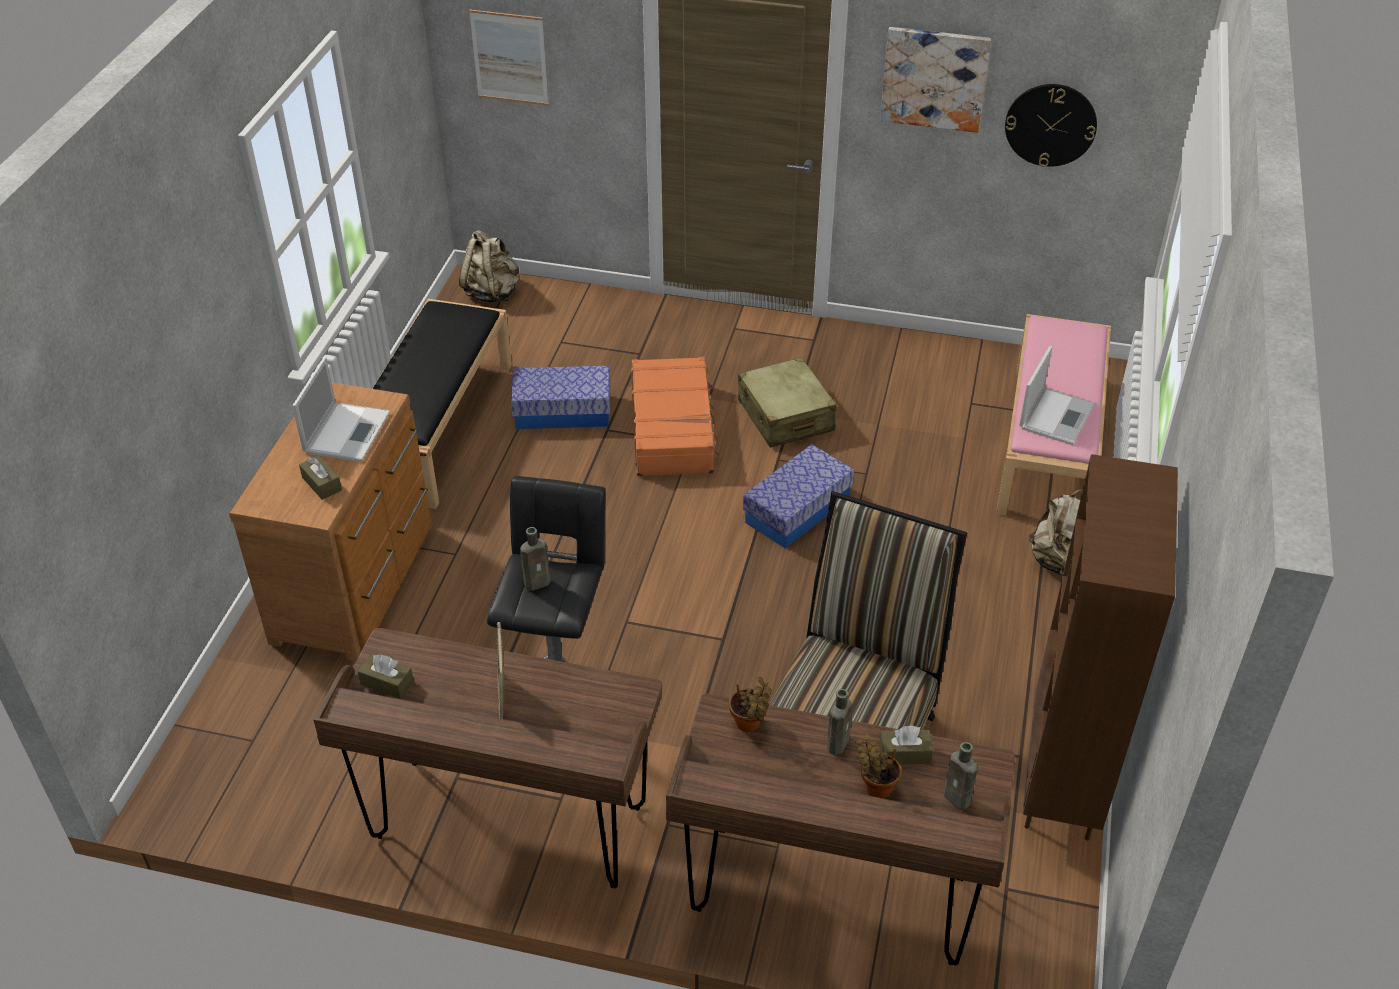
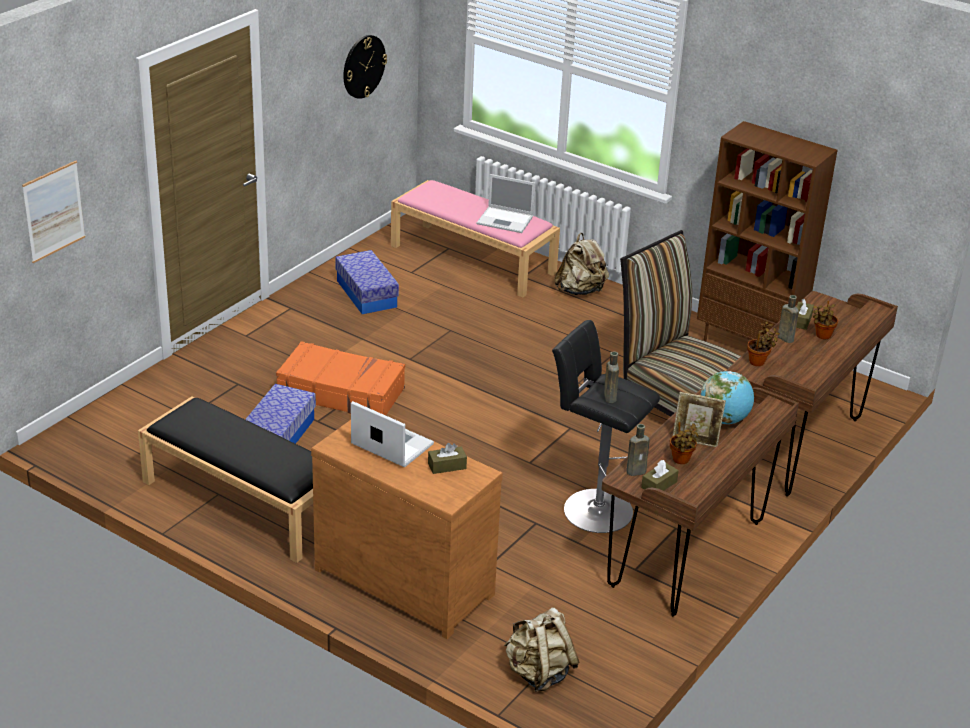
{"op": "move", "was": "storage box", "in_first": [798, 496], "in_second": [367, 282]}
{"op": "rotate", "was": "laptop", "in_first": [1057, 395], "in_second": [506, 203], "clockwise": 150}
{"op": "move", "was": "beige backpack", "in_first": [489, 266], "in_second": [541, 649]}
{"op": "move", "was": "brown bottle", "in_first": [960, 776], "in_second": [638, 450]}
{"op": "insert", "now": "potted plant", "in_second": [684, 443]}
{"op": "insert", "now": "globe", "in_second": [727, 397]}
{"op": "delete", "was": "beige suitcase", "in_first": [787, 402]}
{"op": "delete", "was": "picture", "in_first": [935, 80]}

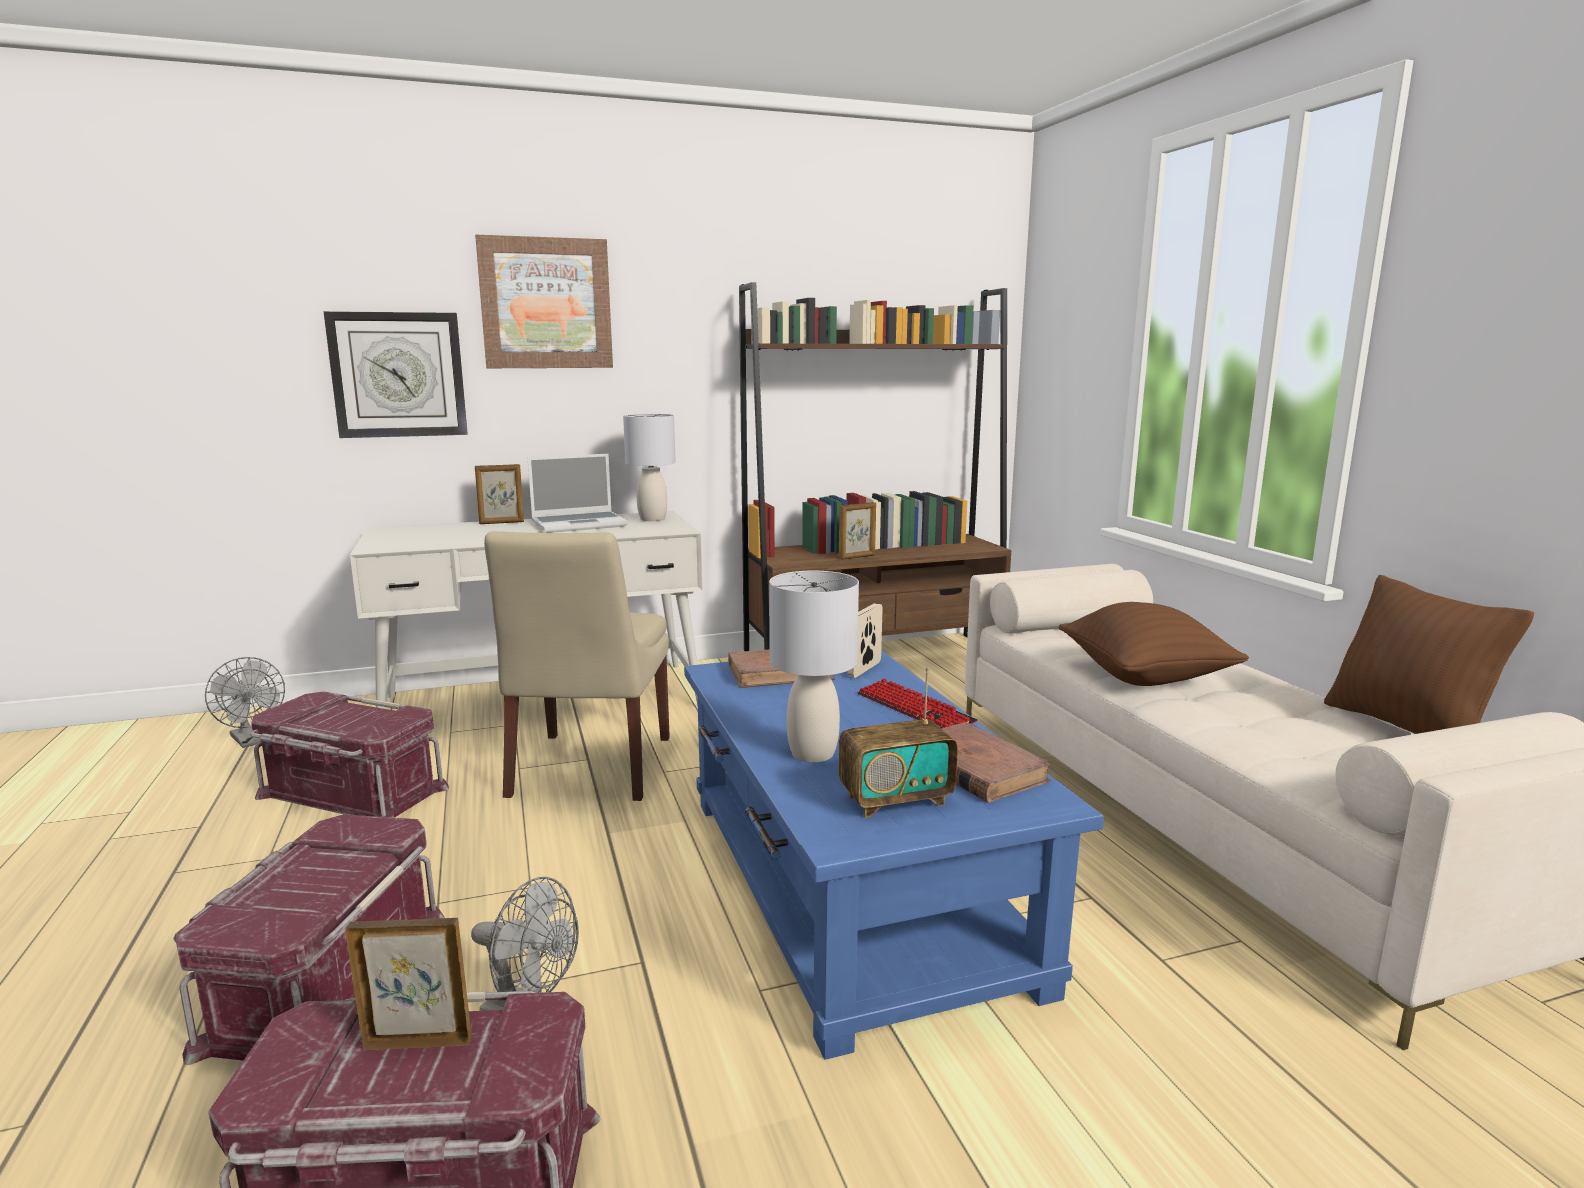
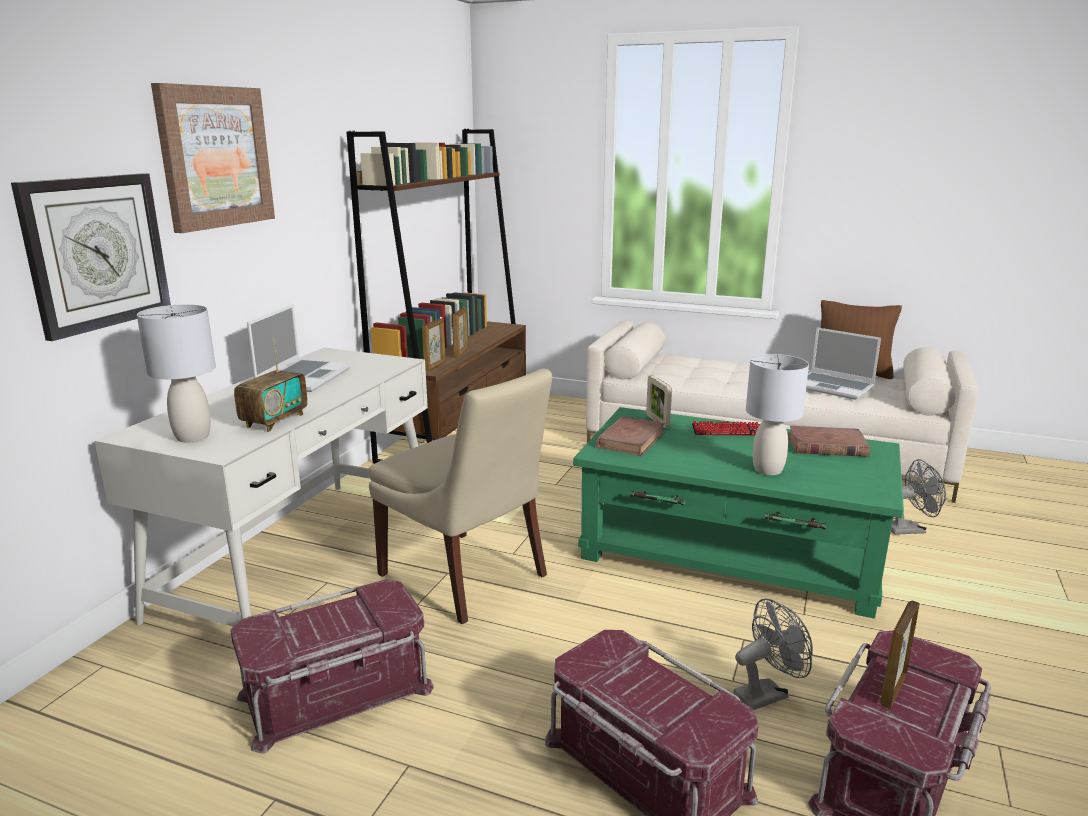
{"op": "move", "was": "grey table lamp", "in_first": [649, 467], "in_second": [176, 373]}
{"op": "move", "was": "radio", "in_first": [898, 742], "in_second": [271, 384]}
{"op": "move", "was": "picture frame", "in_first": [499, 494], "in_second": [434, 345]}
{"op": "recolor", "was": "blue coffee table", "now": "green coffee table", "in_first": [894, 855], "in_second": [738, 513]}
{"op": "insert", "now": "laptop", "in_second": [843, 364]}
{"op": "move", "was": "grey fan", "in_first": [245, 702], "in_second": [918, 497]}
{"op": "delete", "was": "brown pillow", "in_first": [1154, 644]}

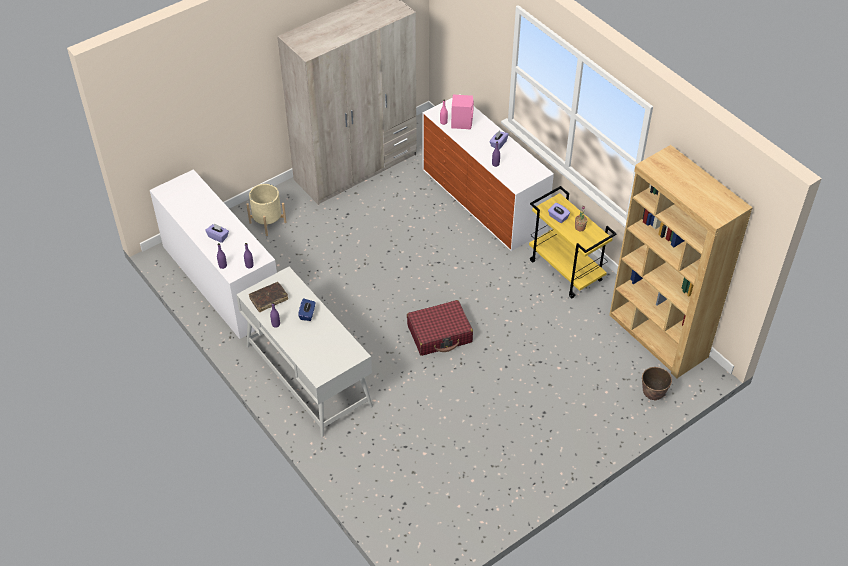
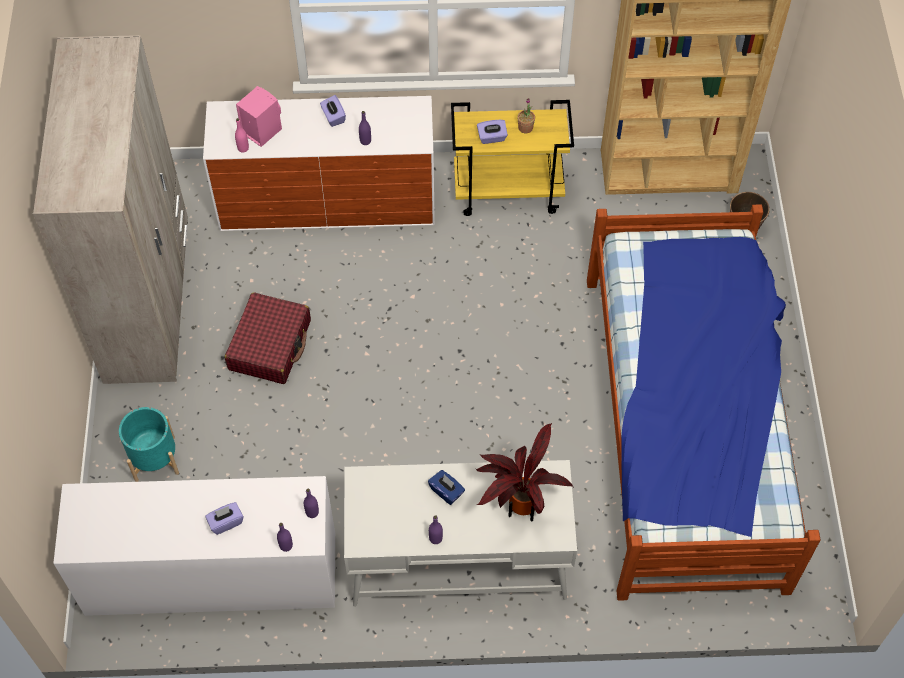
{"op": "recolor", "was": "beige planter", "now": "turquoise planter", "in_first": [266, 210], "in_second": [149, 444]}
{"op": "move", "was": "red suitcase", "in_first": [440, 328], "in_second": [268, 338]}
{"op": "insert", "now": "potted plant", "in_second": [524, 472]}
{"op": "insert", "now": "bed", "in_second": [703, 402]}
{"op": "delete", "was": "brown book", "in_first": [268, 297]}

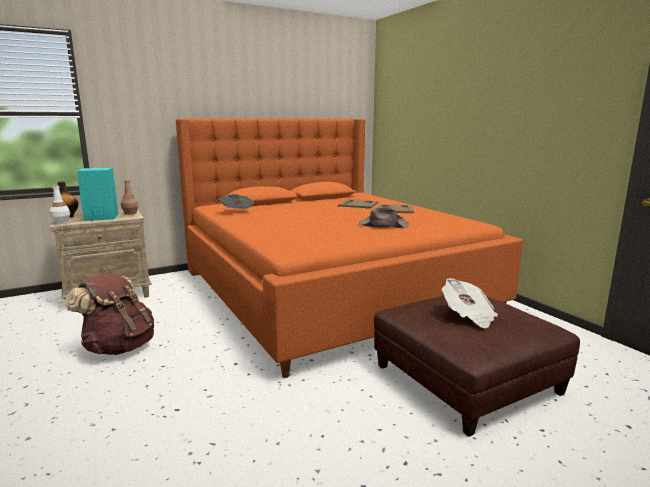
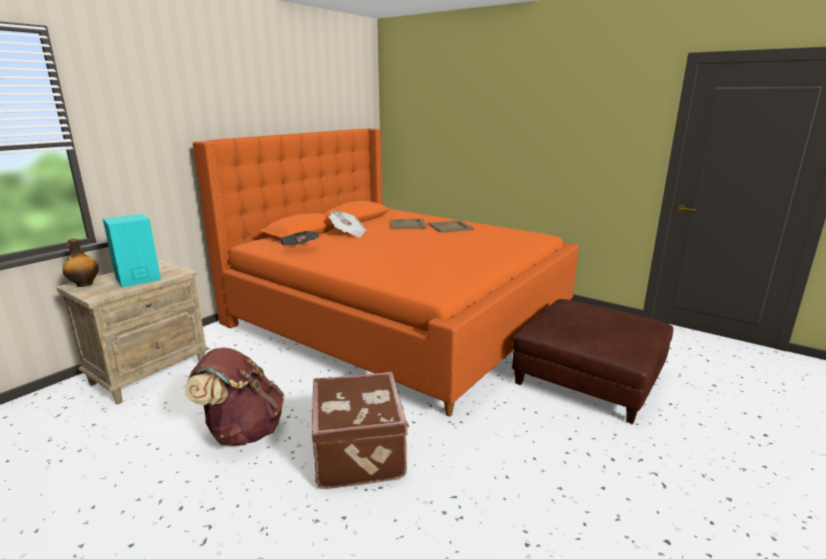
{"op": "insert", "now": "brown suitcase", "in_second": [360, 430]}
{"op": "move", "was": "newspaper", "in_first": [470, 303], "in_second": [348, 224]}
{"op": "delete", "was": "white bottle", "in_first": [60, 204]}
{"op": "delete", "was": "brown bottle", "in_first": [130, 197]}
{"op": "delete", "was": "brown hat", "in_first": [384, 217]}

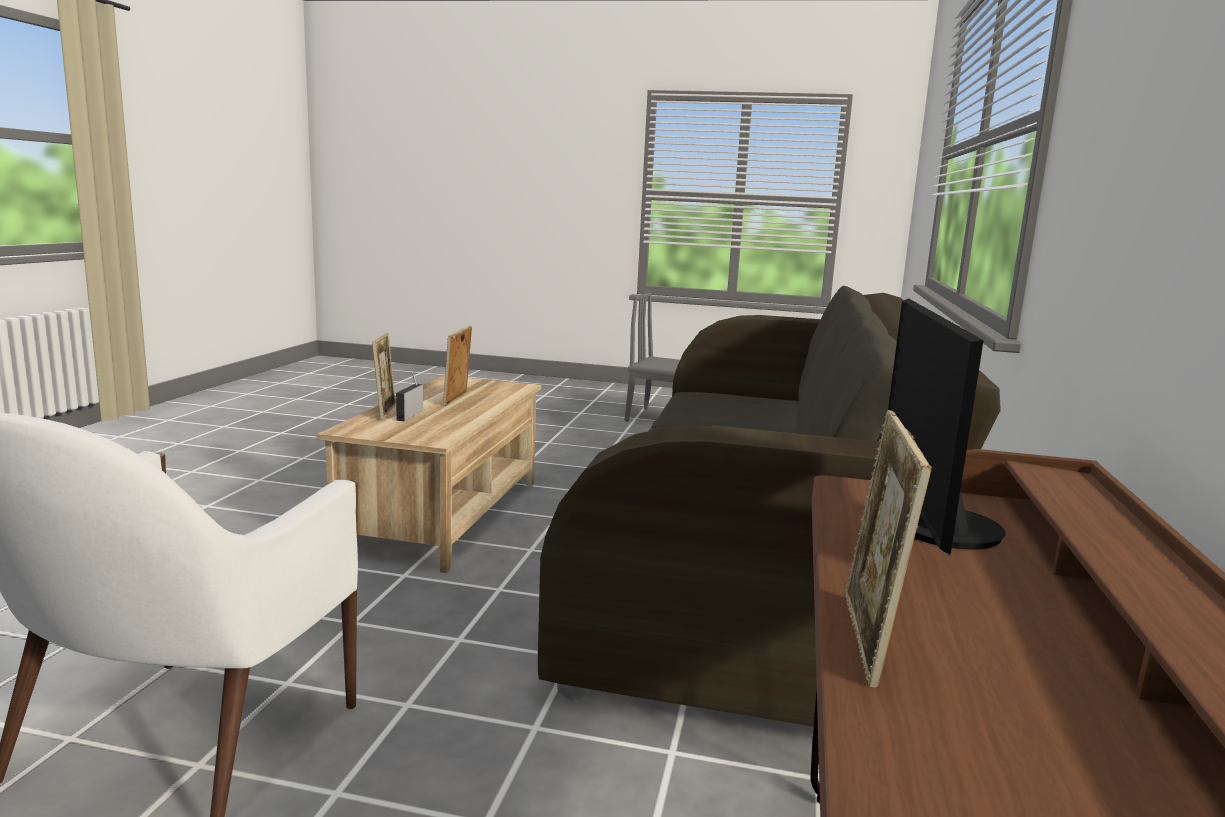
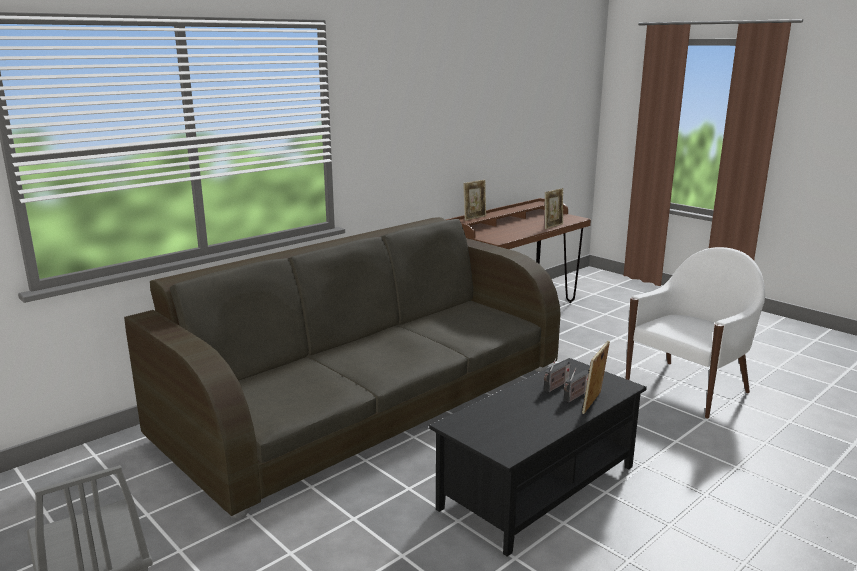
{"op": "recolor", "was": "beige coffee table", "now": "black coffee table", "in_first": [429, 474], "in_second": [538, 457]}
{"op": "move", "was": "picture frame", "in_first": [457, 366], "in_second": [474, 200]}
{"op": "insert", "now": "radio", "in_second": [557, 375]}
{"op": "delete", "was": "monitor", "in_first": [947, 426]}

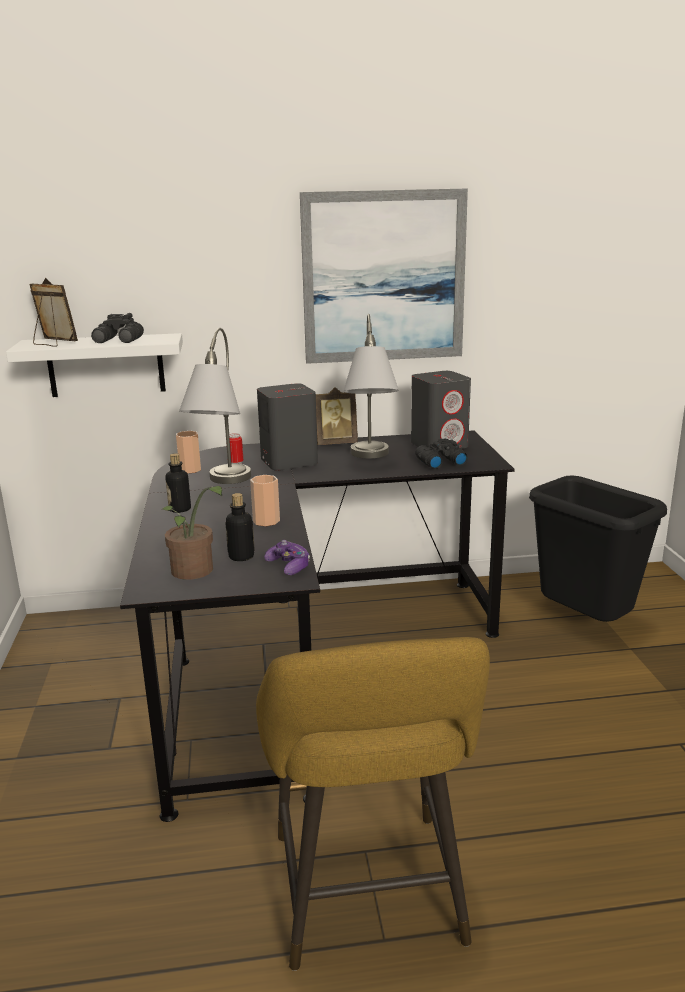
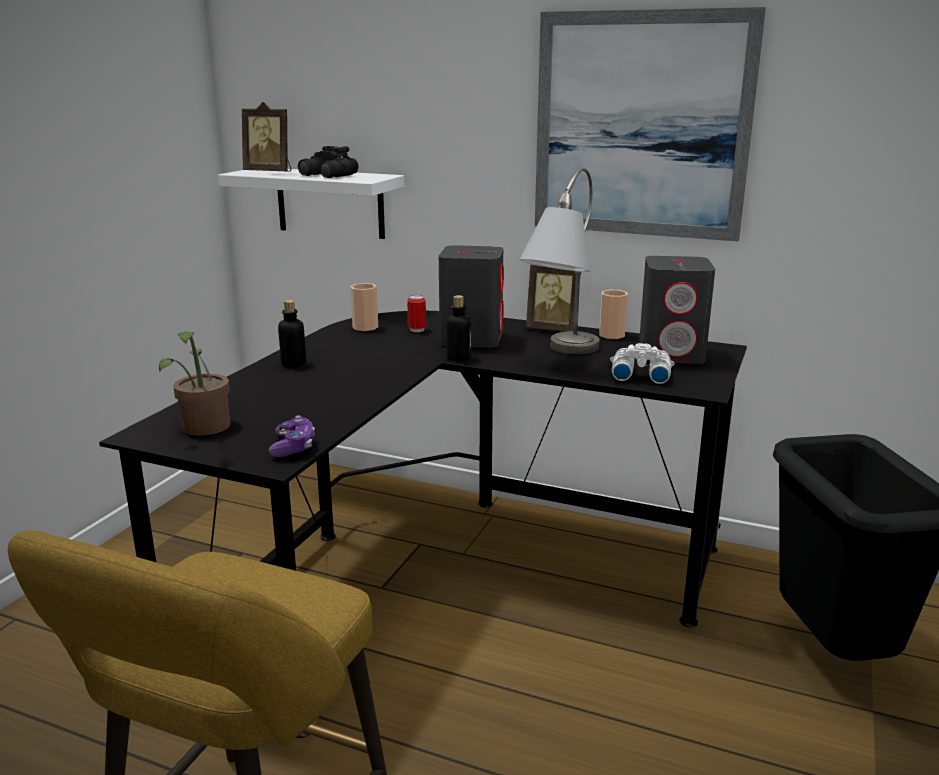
{"op": "rotate", "was": "picture frame", "in_first": [53, 312], "in_second": [266, 137], "clockwise": 135}
{"op": "move", "was": "bottle", "in_first": [240, 527], "in_second": [458, 328]}
{"op": "move", "was": "cup", "in_first": [265, 500], "in_second": [613, 314]}
{"op": "recolor", "was": "black binoculars", "now": "white binoculars", "in_first": [441, 454], "in_second": [642, 363]}
{"op": "delete", "was": "grey table lamp", "in_first": [215, 406]}

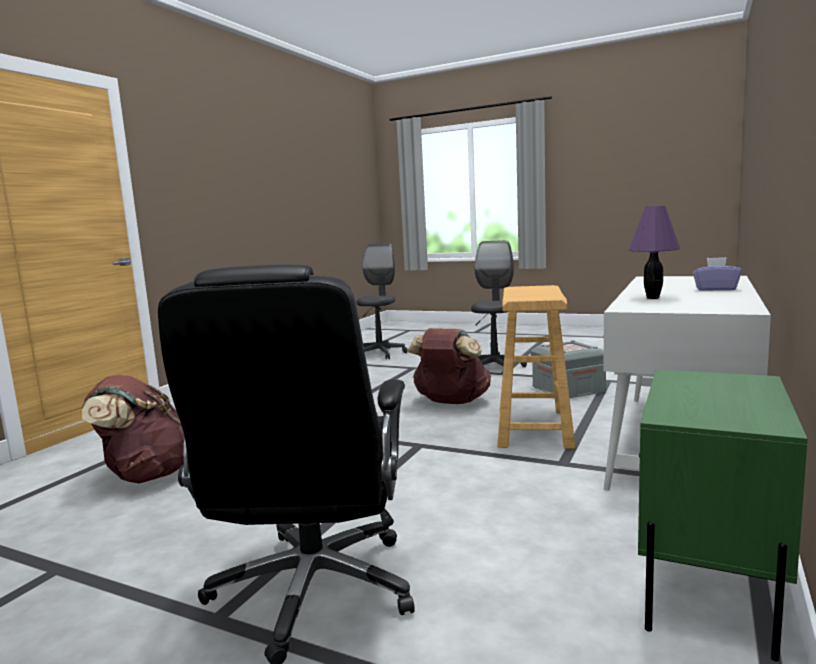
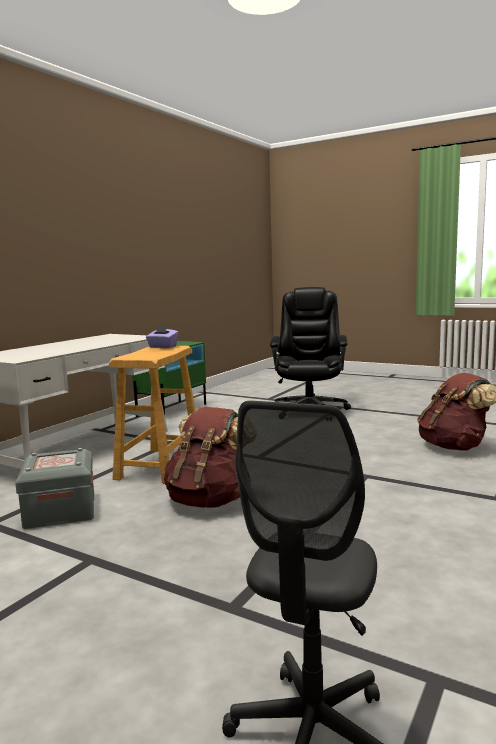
{"op": "move", "was": "purple tissue box", "in_first": [717, 274], "in_second": [162, 336]}
{"op": "delete", "was": "grey office chair", "in_first": [499, 303]}
{"op": "delete", "was": "purple table lamp", "in_first": [654, 252]}

